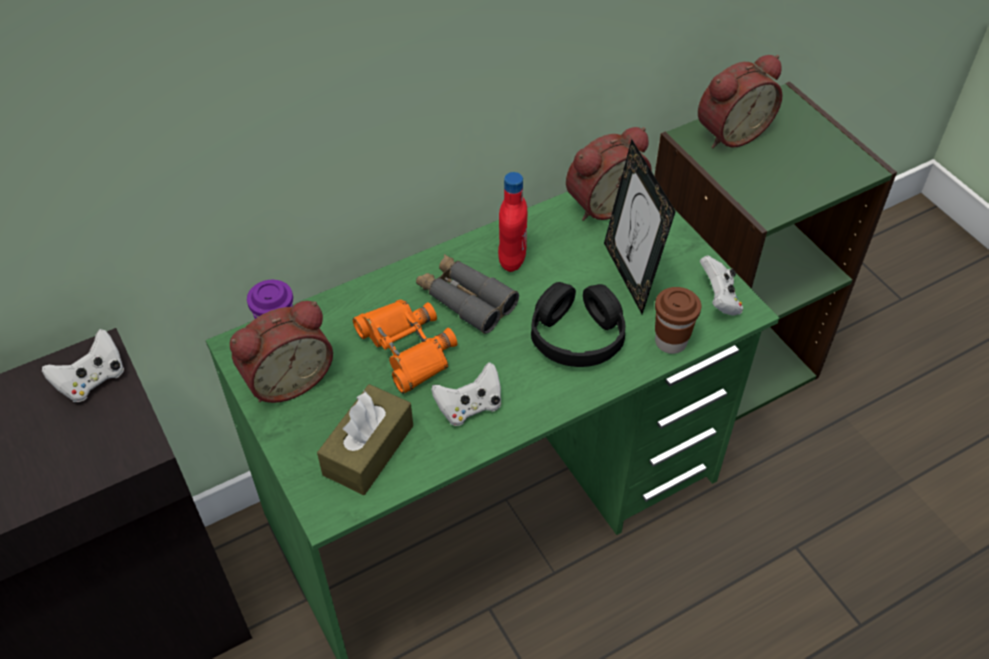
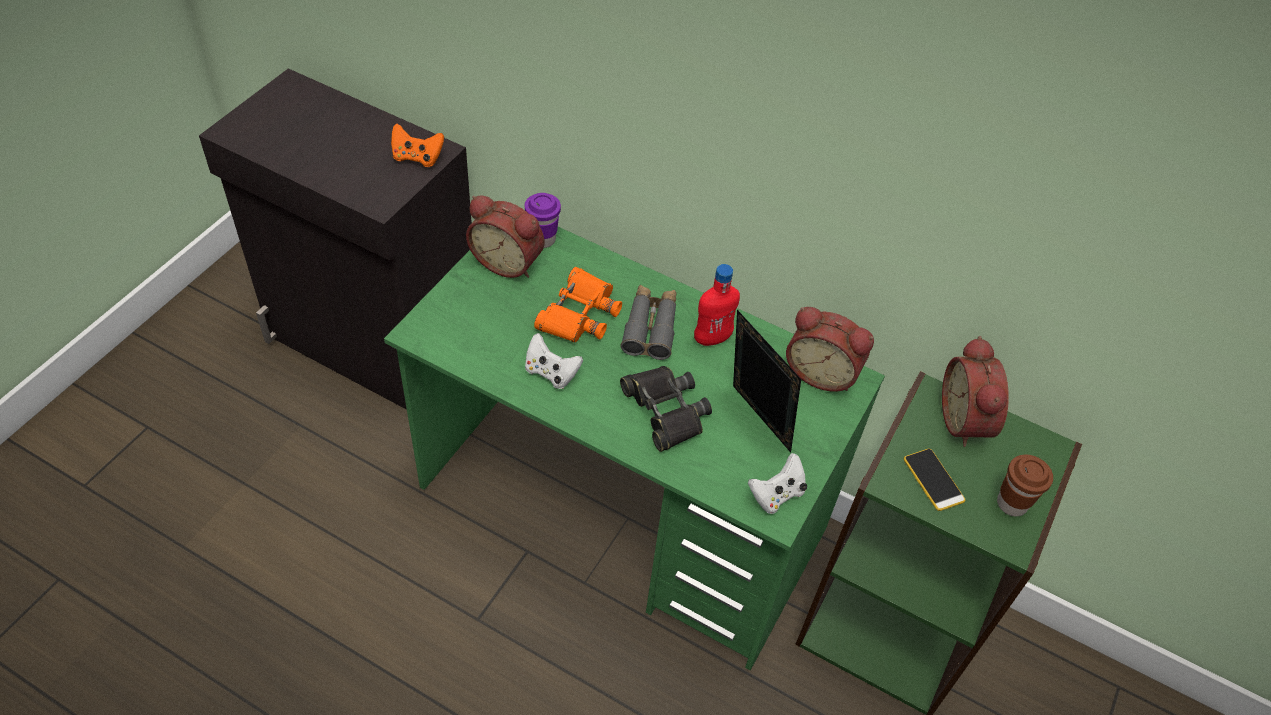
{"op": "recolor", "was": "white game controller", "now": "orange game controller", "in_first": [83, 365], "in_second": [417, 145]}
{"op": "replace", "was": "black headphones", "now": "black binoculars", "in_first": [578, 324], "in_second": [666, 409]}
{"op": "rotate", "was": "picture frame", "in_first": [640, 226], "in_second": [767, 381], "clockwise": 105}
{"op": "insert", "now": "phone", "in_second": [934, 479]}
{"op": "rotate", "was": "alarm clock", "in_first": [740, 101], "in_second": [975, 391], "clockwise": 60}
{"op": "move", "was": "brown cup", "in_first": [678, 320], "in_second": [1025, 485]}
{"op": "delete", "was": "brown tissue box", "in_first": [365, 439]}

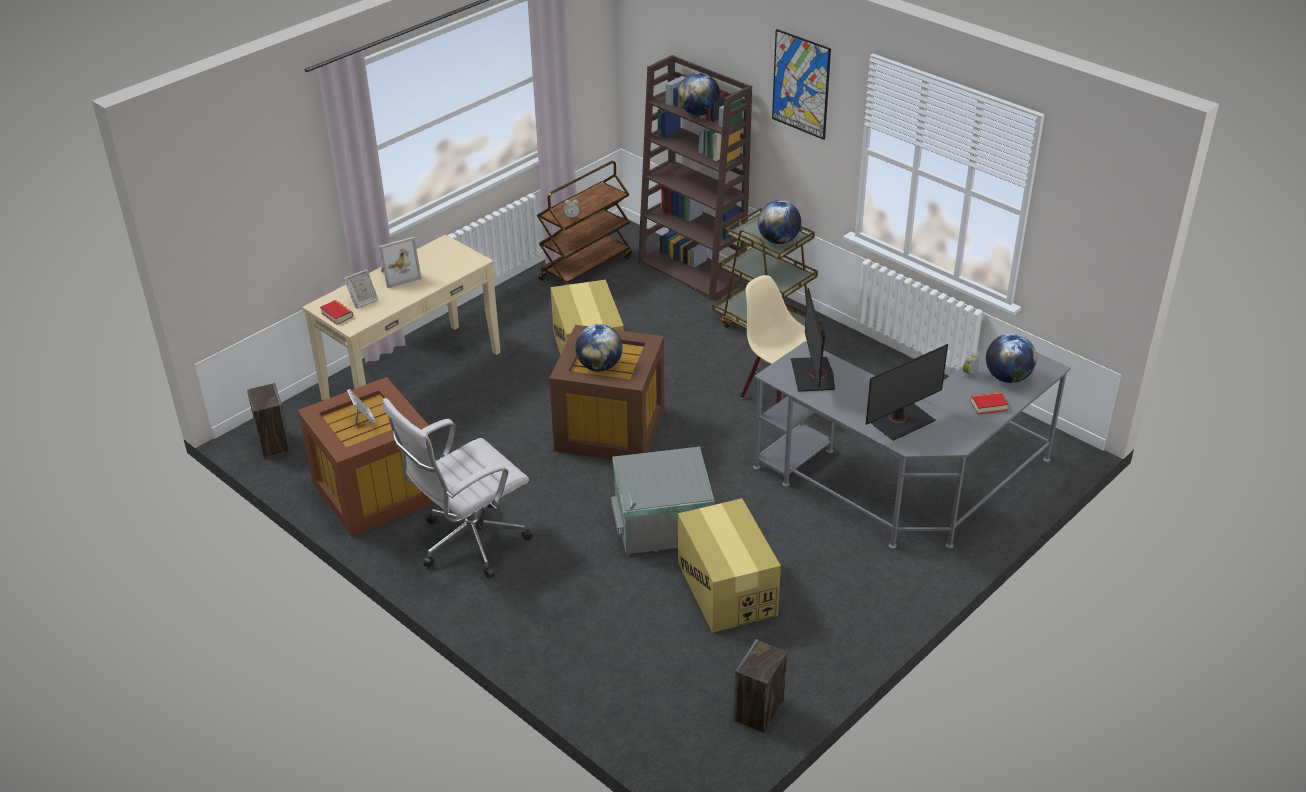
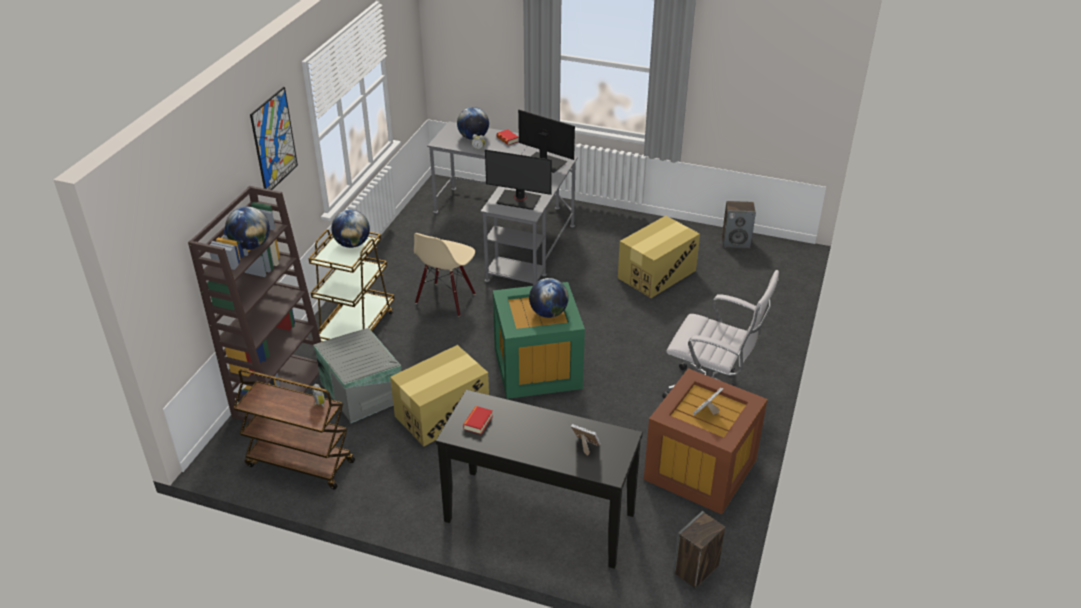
{"op": "move", "was": "grey storage box", "in_first": [663, 501], "in_second": [357, 375]}
{"op": "recolor", "was": "beige console table", "now": "black console table", "in_first": [401, 318], "in_second": [539, 479]}
{"op": "move", "was": "book", "in_first": [336, 312], "in_second": [478, 420]}
{"op": "rotate", "was": "monitor", "in_first": [813, 340], "in_second": [518, 179], "clockwise": 45}
{"op": "recolor", "was": "brown storage box", "now": "green storage box", "in_first": [607, 392], "in_second": [539, 340]}
{"op": "delete", "was": "picture frame", "in_first": [400, 262]}

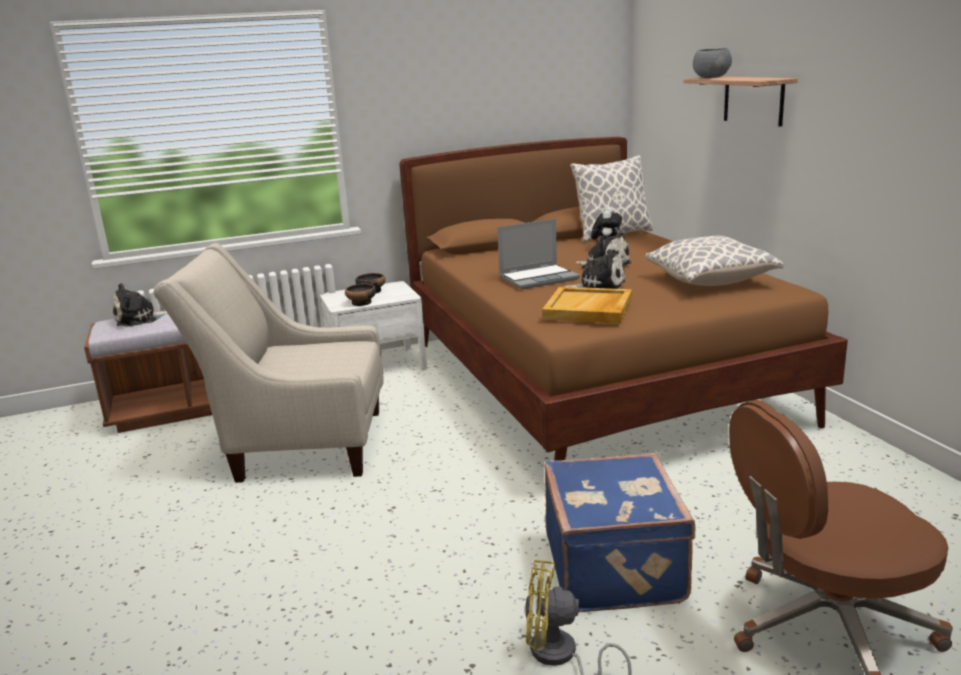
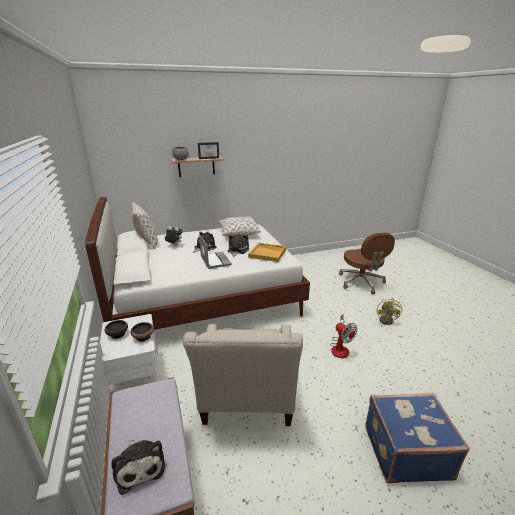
{"op": "recolor", "was": "brown bed", "now": "white bed", "in_first": [624, 298], "in_second": [197, 263]}
{"op": "insert", "now": "picture frame", "in_second": [208, 150]}
{"op": "insert", "now": "fan", "in_second": [343, 336]}
{"op": "move", "was": "blue suitcase", "in_first": [619, 532], "in_second": [418, 438]}

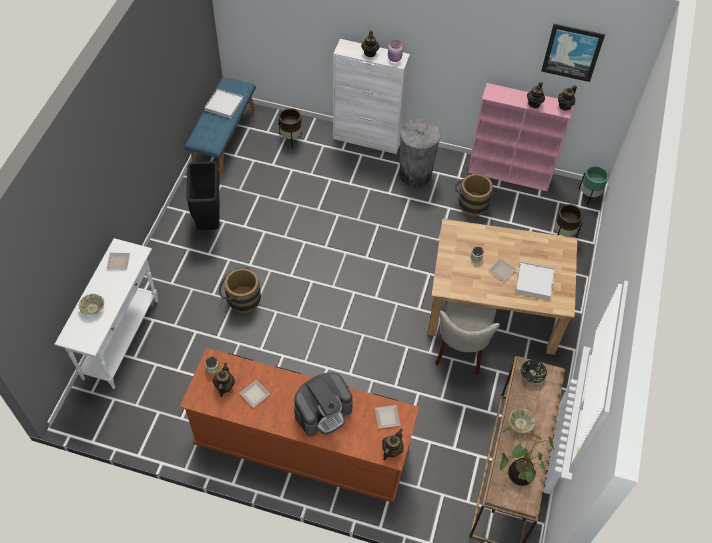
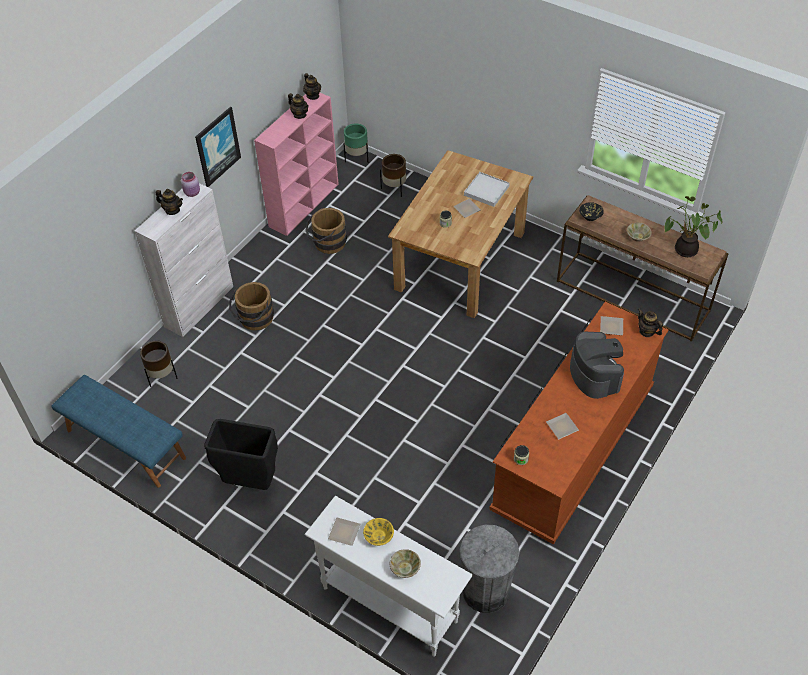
{"op": "move", "was": "picture", "in_first": [573, 53], "in_second": [218, 147]}
{"op": "move", "was": "brown bucket", "in_first": [240, 290], "in_second": [251, 306]}
{"op": "insert", "now": "yellow bowl", "in_second": [378, 532]}
{"op": "move", "was": "grey trash can", "in_first": [420, 152], "in_second": [490, 569]}
{"op": "delete", "was": "white tray", "in_first": [224, 104]}
{"op": "delete", "was": "teapot", "in_first": [224, 380]}
{"op": "delete", "was": "beige chair", "in_first": [467, 338]}

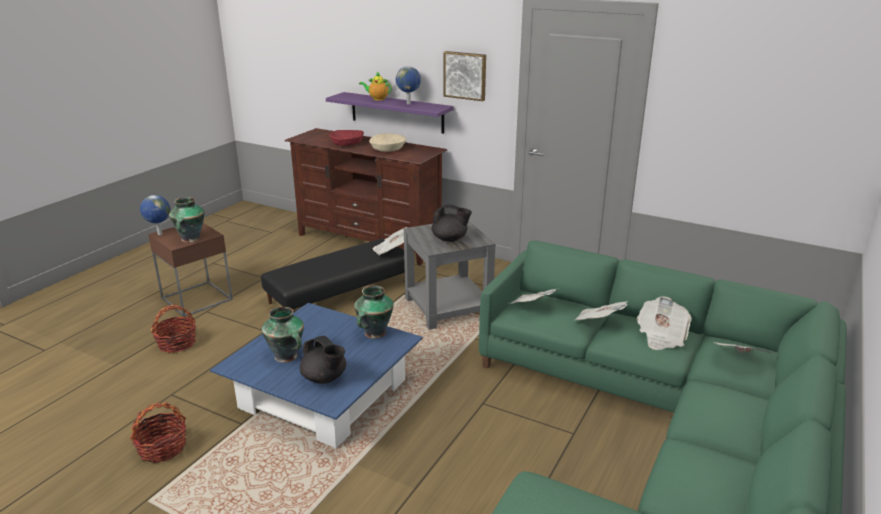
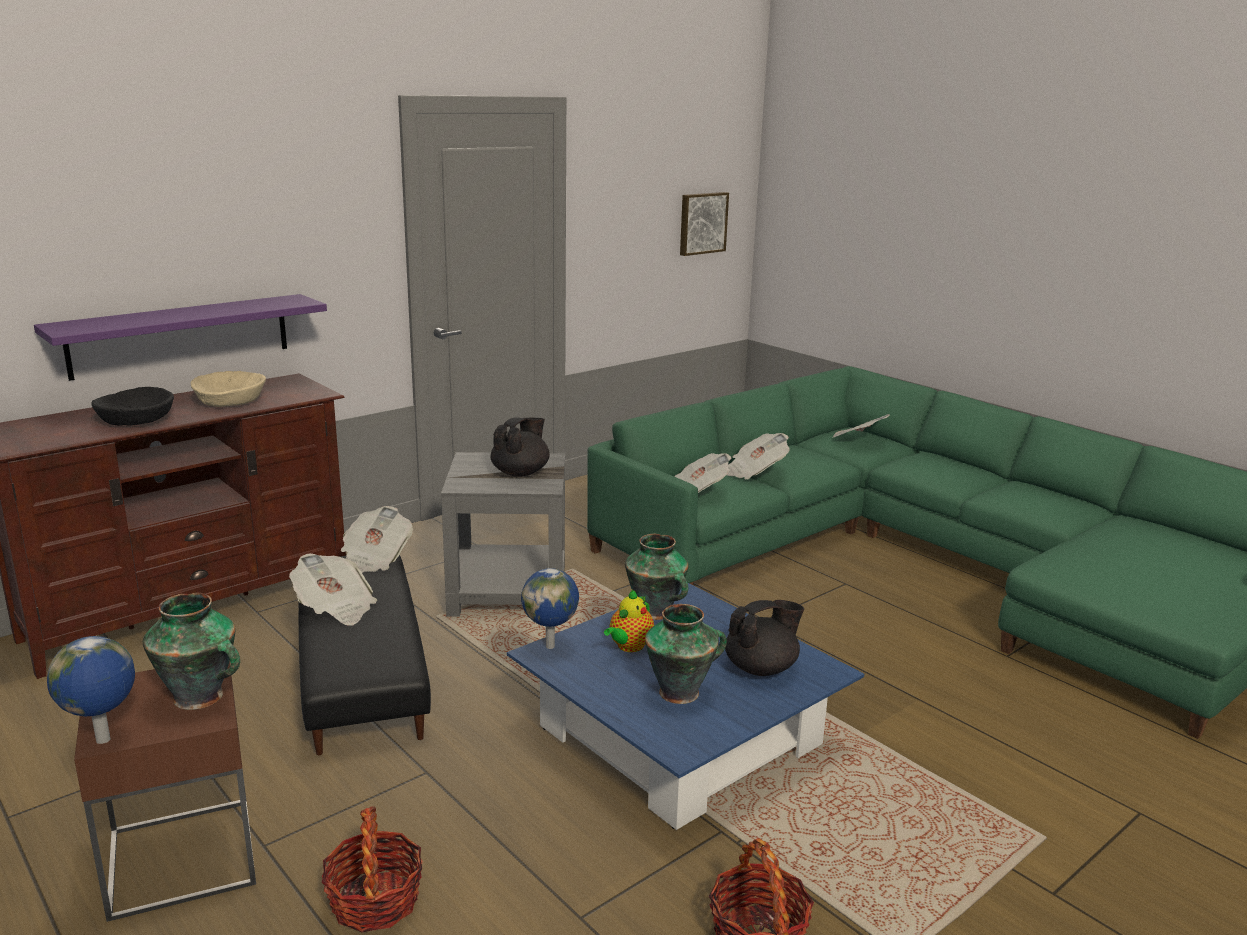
{"op": "recolor", "was": "red bowl", "now": "black bowl", "in_first": [346, 138], "in_second": [132, 406]}
{"op": "move", "was": "newspaper", "in_first": [664, 323], "in_second": [333, 589]}
{"op": "move", "was": "globe", "in_first": [408, 85], "in_second": [550, 608]}
{"op": "move", "was": "teapot", "in_first": [375, 86], "in_second": [629, 621]}
{"op": "move", "was": "picture", "in_first": [465, 76], "in_second": [704, 224]}

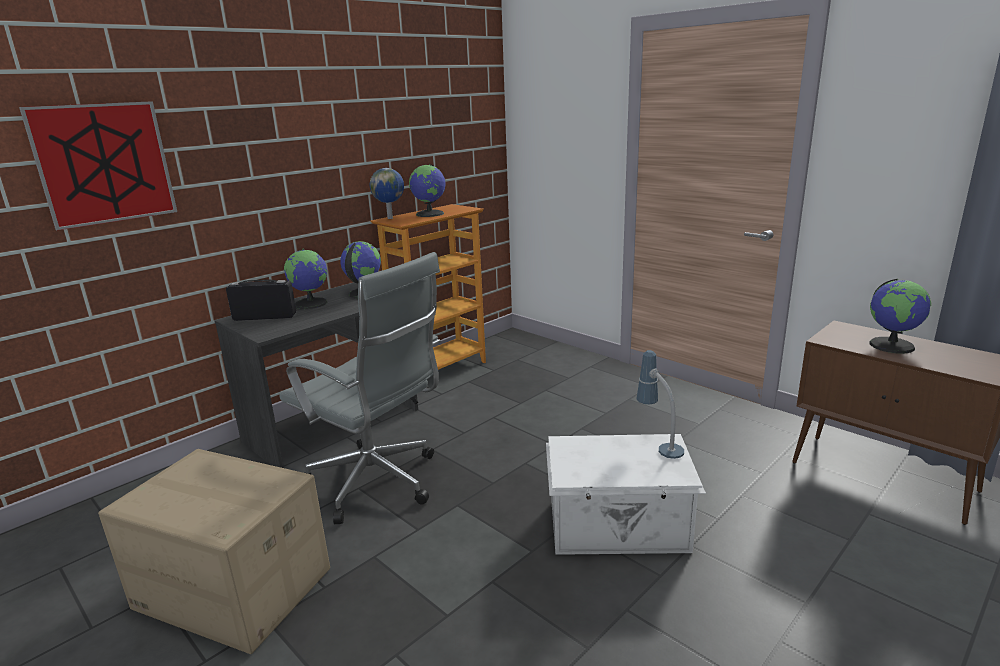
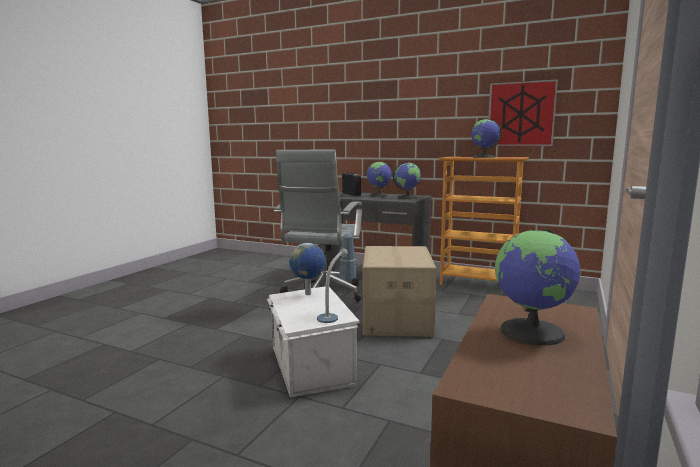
{"op": "move", "was": "globe", "in_first": [387, 193], "in_second": [307, 269]}
{"op": "move", "was": "cardboard box", "in_first": [214, 551], "in_second": [400, 291]}
{"op": "move", "was": "picture", "in_first": [98, 165], "in_second": [523, 112]}

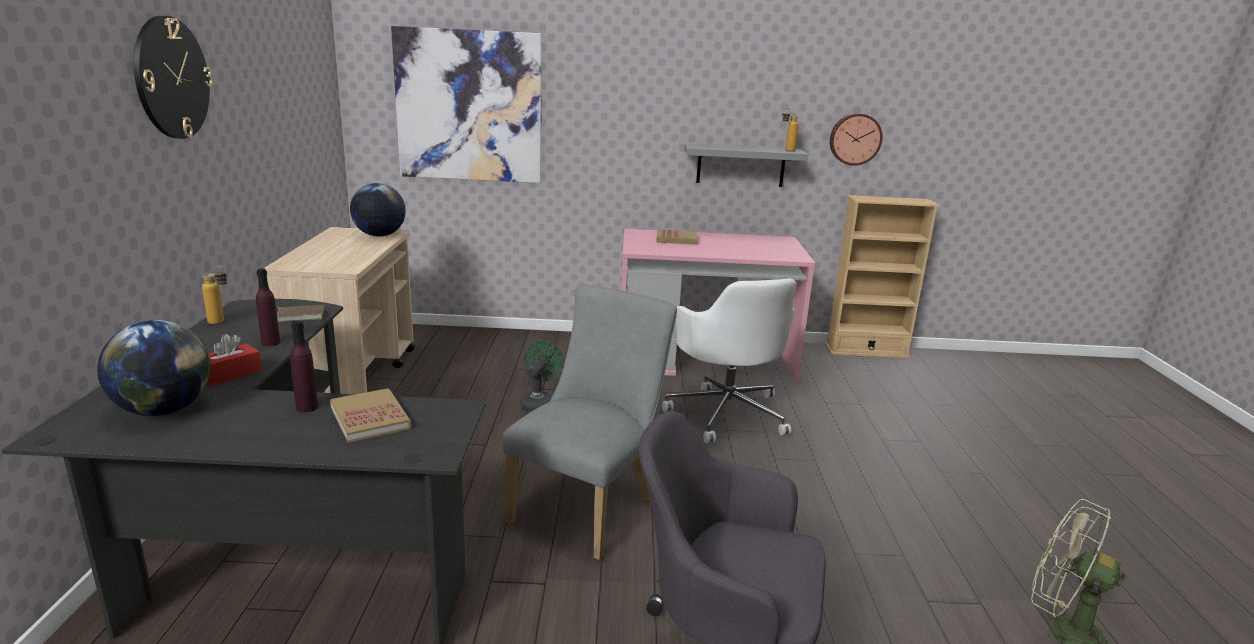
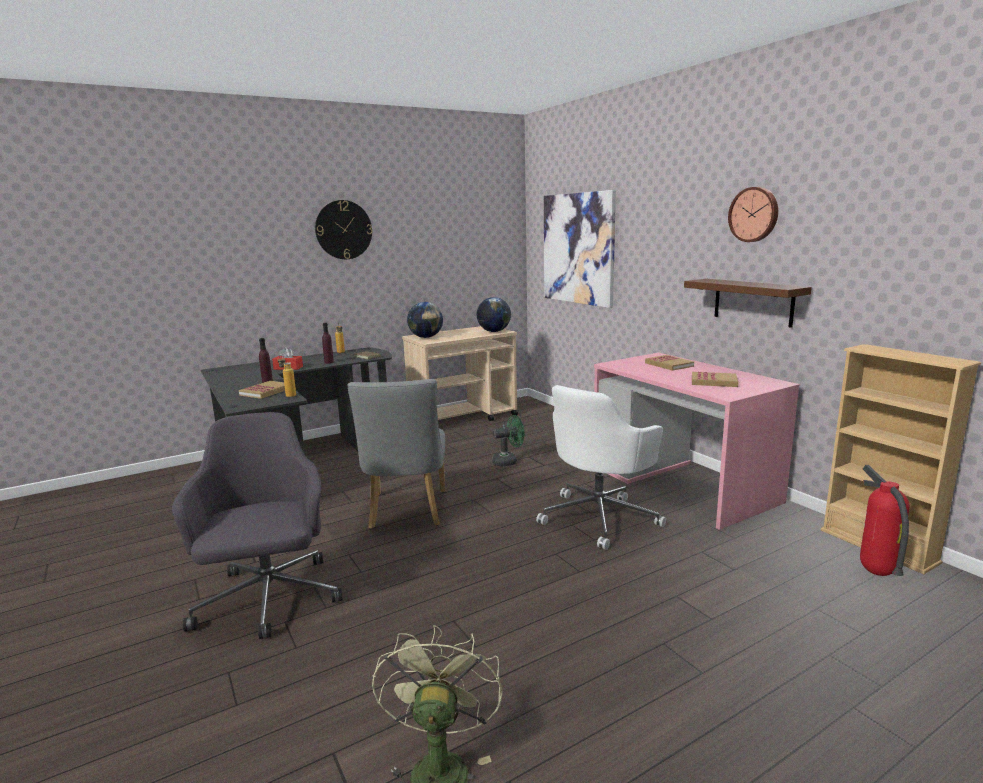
{"op": "move", "was": "bottle", "in_first": [790, 130], "in_second": [287, 376]}
{"op": "rotate", "was": "grey chair", "in_first": [589, 422], "in_second": [396, 454], "clockwise": 90}
{"op": "move", "was": "globe", "in_first": [154, 368], "in_second": [425, 320]}
{"op": "recolor", "was": "grey shelf", "now": "brown shelf", "in_first": [746, 165], "in_second": [748, 303]}
{"op": "insert", "now": "book", "in_second": [715, 379]}
{"op": "move", "was": "wall clock", "in_first": [856, 139], "in_second": [753, 214]}
{"op": "insert", "now": "fire extinguisher", "in_second": [885, 520]}

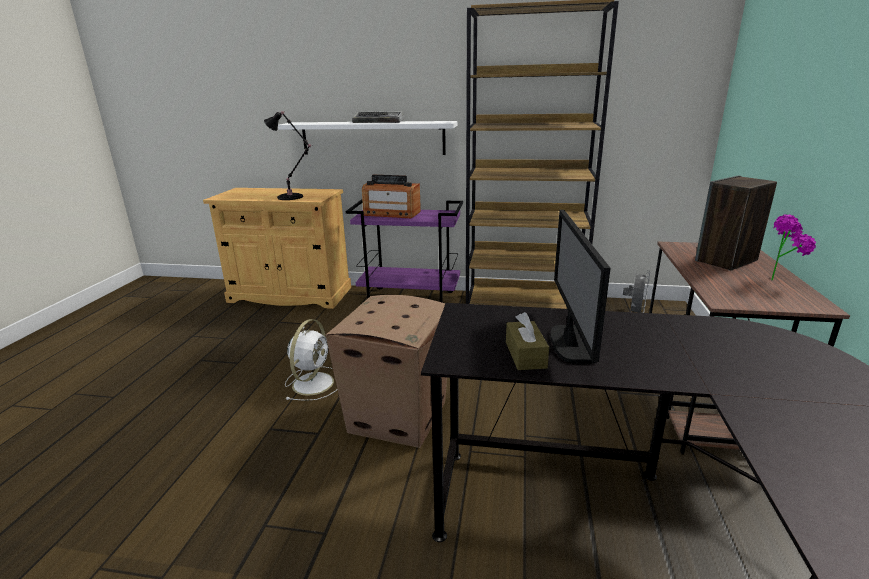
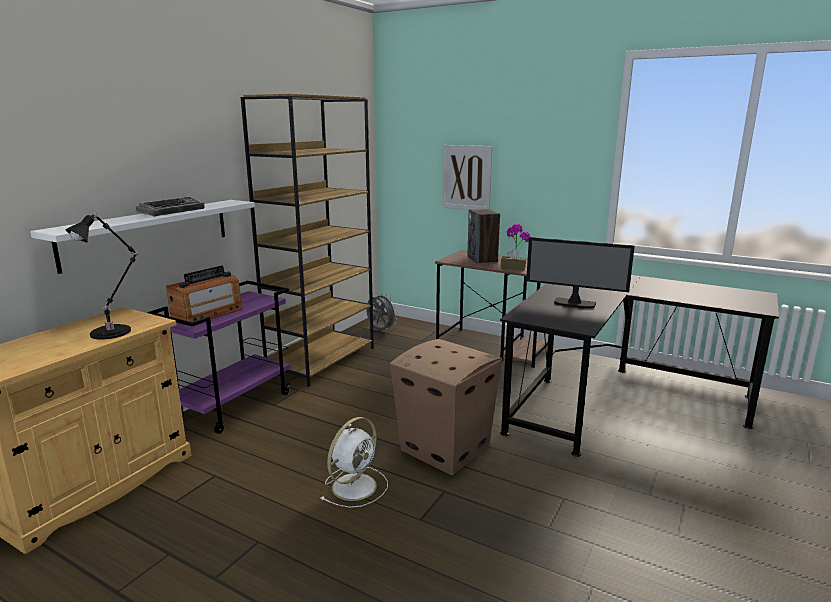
{"op": "rotate", "was": "white fan", "in_first": [311, 360], "in_second": [354, 462], "clockwise": 90}
{"op": "insert", "now": "picture", "in_second": [467, 177]}
{"op": "move", "was": "brown tissue box", "in_first": [527, 341], "in_second": [513, 259]}

